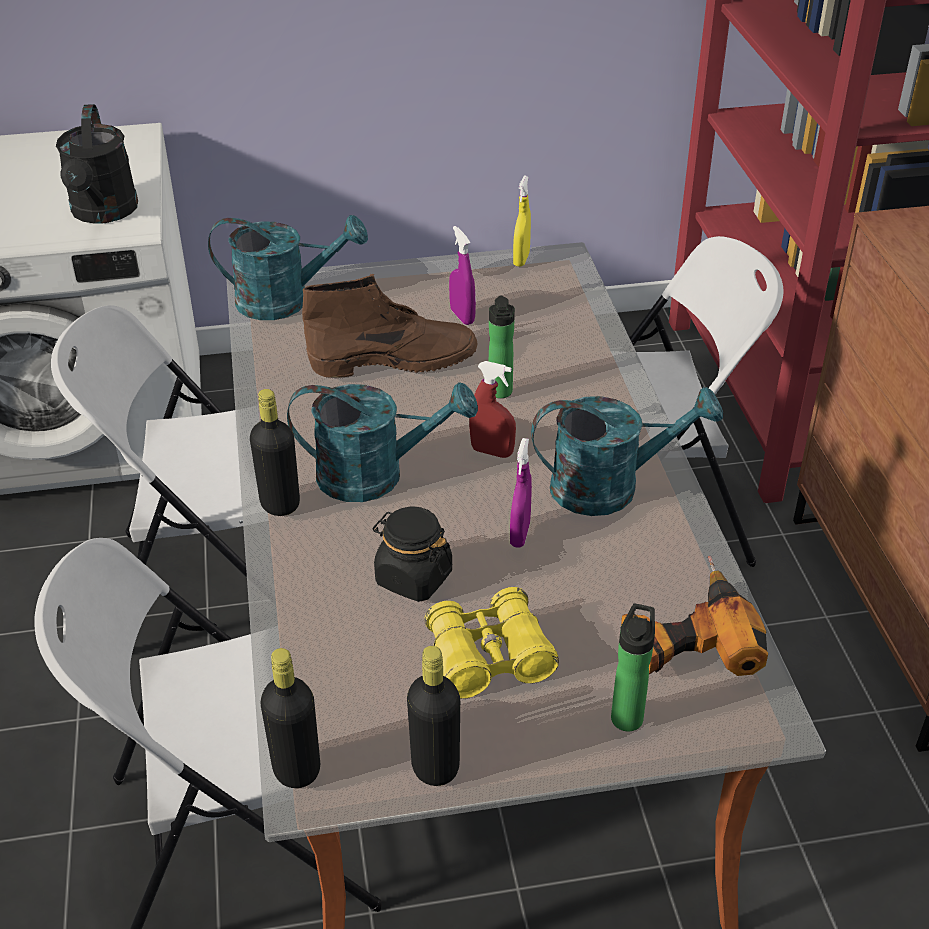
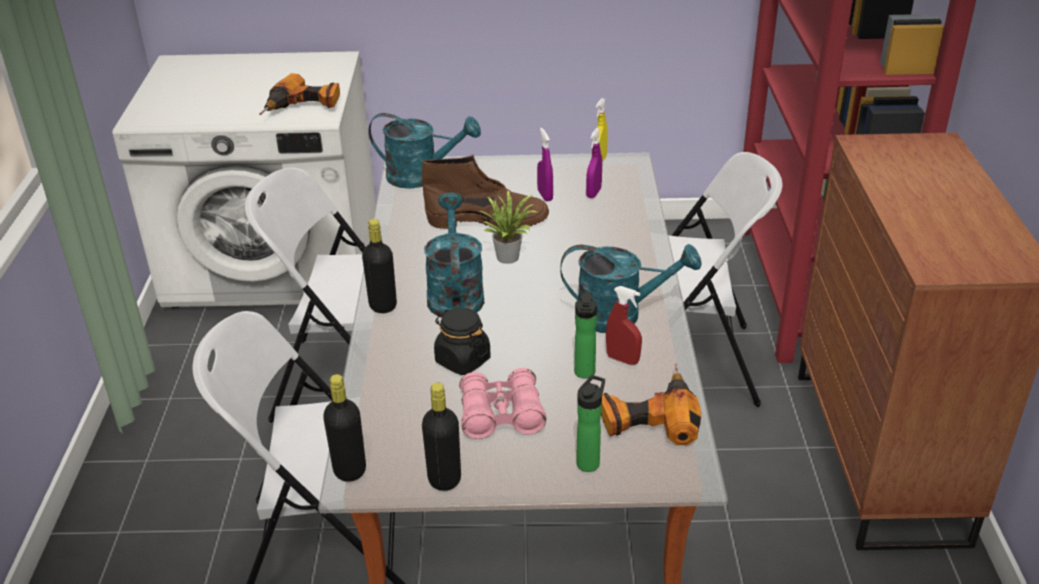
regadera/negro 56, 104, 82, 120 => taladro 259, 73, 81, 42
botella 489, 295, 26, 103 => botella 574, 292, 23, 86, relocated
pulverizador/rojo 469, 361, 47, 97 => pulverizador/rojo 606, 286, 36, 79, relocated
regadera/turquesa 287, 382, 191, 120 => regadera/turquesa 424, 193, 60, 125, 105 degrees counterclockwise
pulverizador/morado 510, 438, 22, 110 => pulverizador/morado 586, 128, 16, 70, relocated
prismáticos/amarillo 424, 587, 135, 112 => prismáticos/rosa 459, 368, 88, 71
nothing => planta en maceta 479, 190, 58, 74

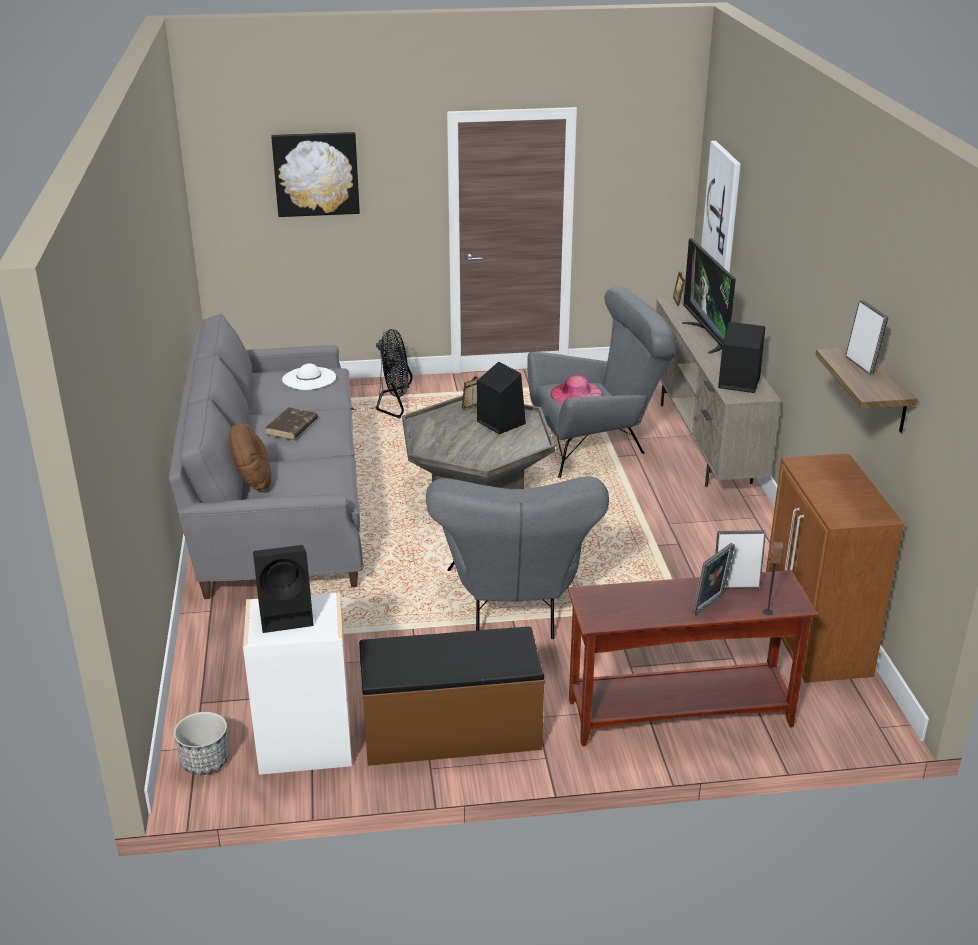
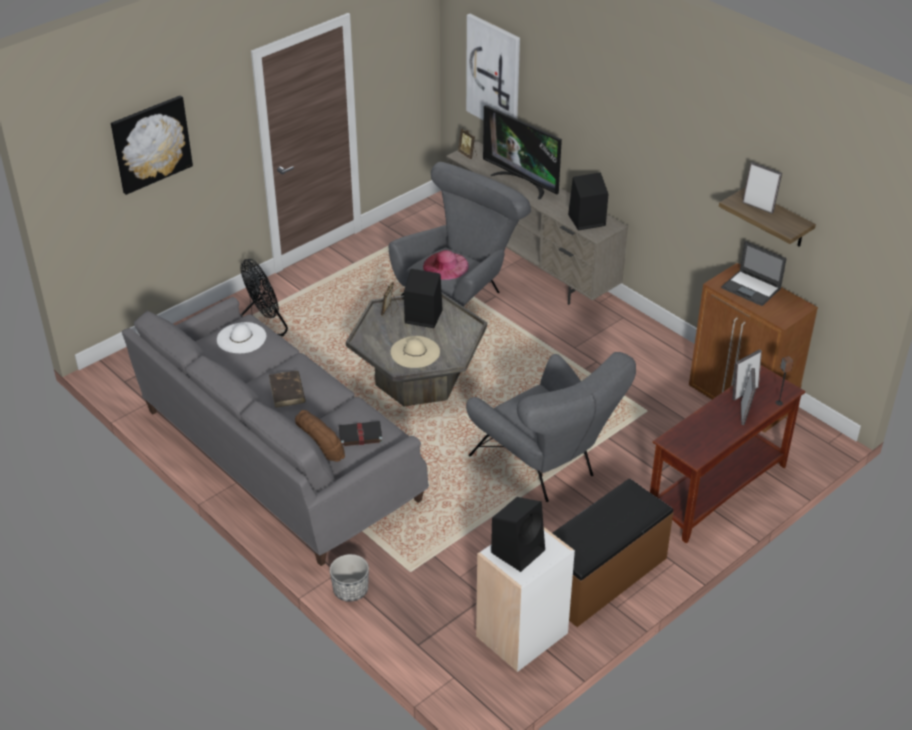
maceta 174, 712, 55, 63 => maceta 330, 554, 39, 48, relocated
nothing => portátil 721, 241, 66, 65
nothing => sombrero/beis 391, 336, 49, 32
nothing => libro/negro 339, 421, 44, 26

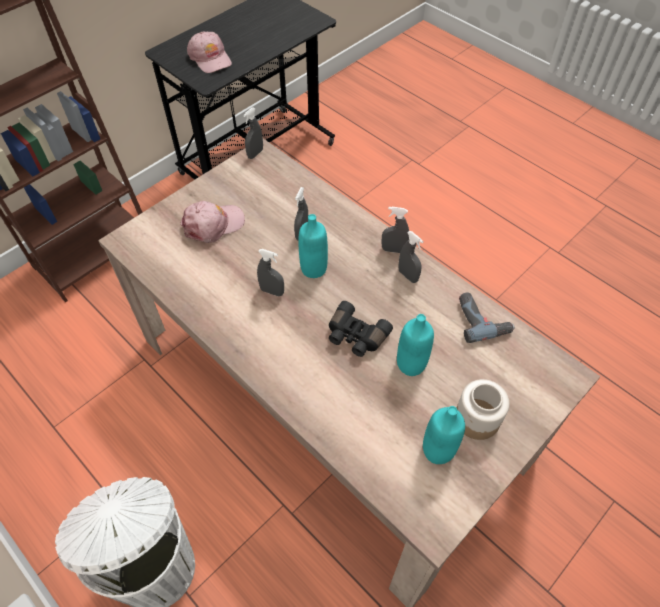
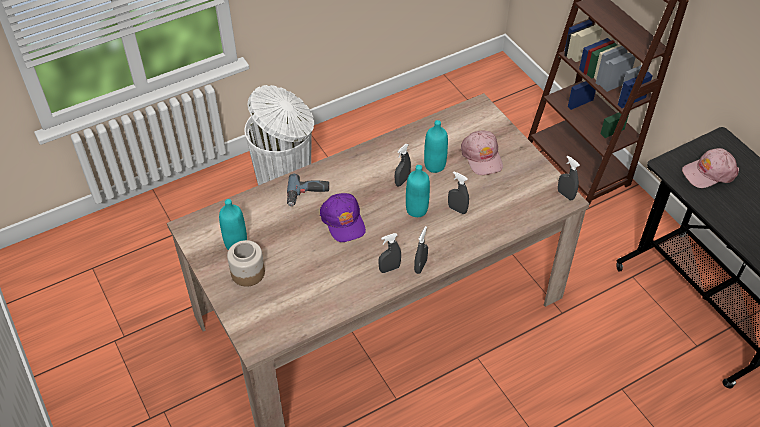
taladro 459, 292, 56, 51 => taladro 287, 174, 42, 32, relocated
prismáticos/negro 329, 301, 64, 56 => gorra/morado 320, 193, 46, 49
botella/turquesa 397, 314, 37, 62 => botella/turquesa 424, 120, 24, 53, relocated

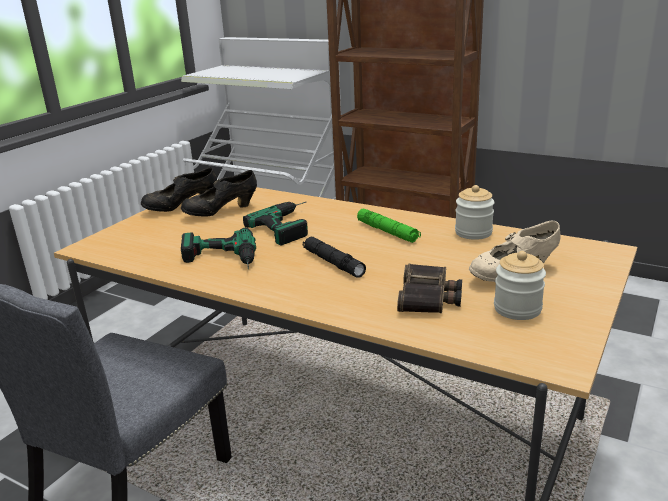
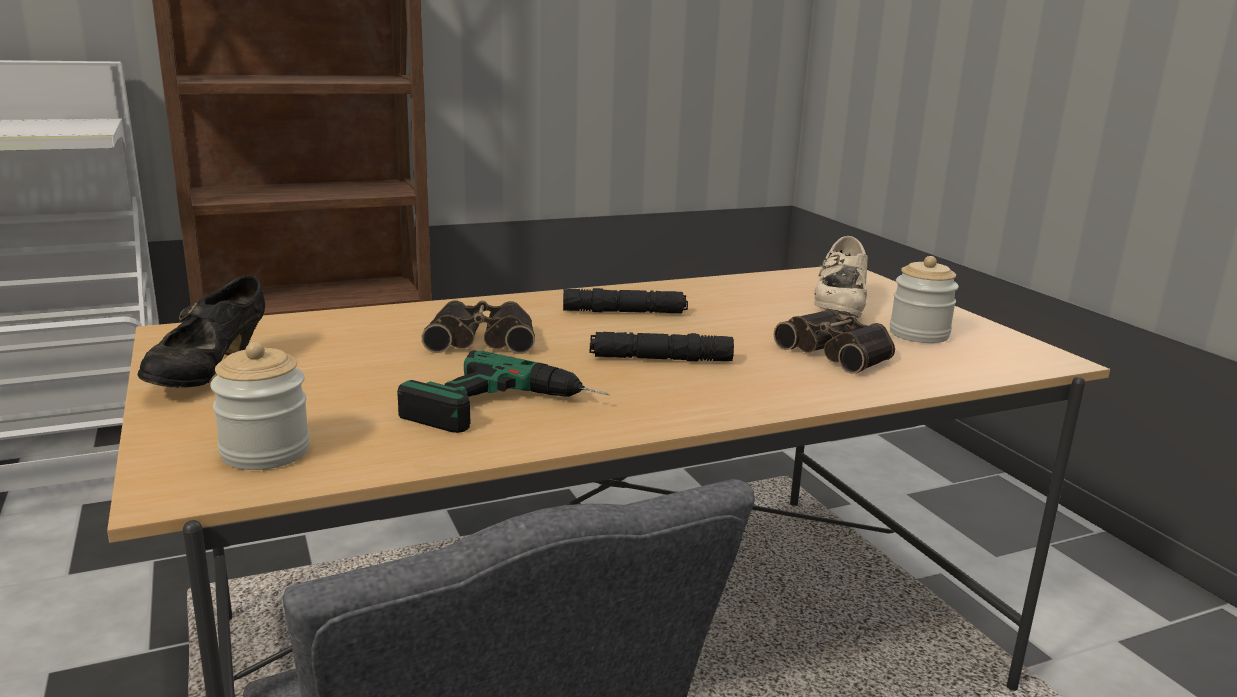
zapato/negro 181, 170, 76, 47 => nothing
tarro 455, 185, 40, 55 => tarro 210, 342, 100, 128, relocated
taladro 243, 202, 65, 43 => prismáticos 422, 300, 113, 54
linterna/verde 357, 208, 64, 35 => linterna/negro 563, 288, 125, 26

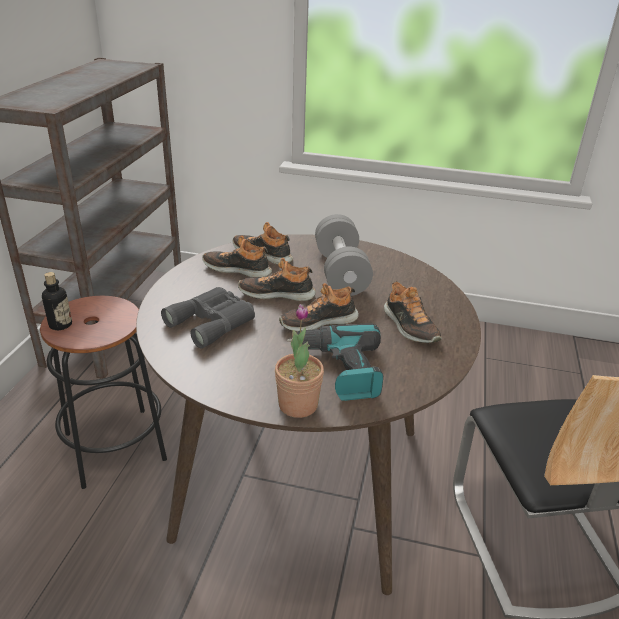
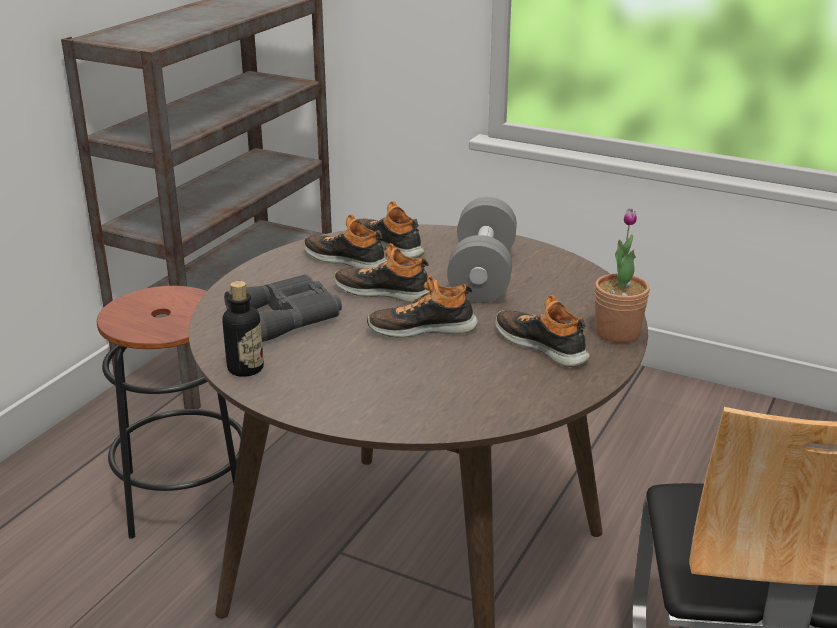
botella 42, 272, 30, 58 => botella 222, 281, 42, 96, relocated
zapato 384, 281, 58, 62 => zapato 496, 295, 94, 72, 150 degrees clockwise
planta en maceta 275, 304, 49, 114 => planta en maceta 595, 208, 55, 135, relocated
taladro 287, 323, 96, 78 => nothing

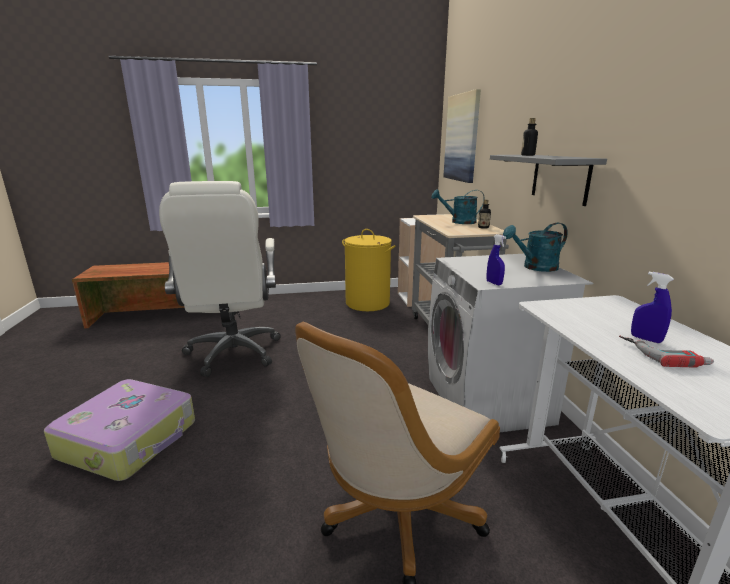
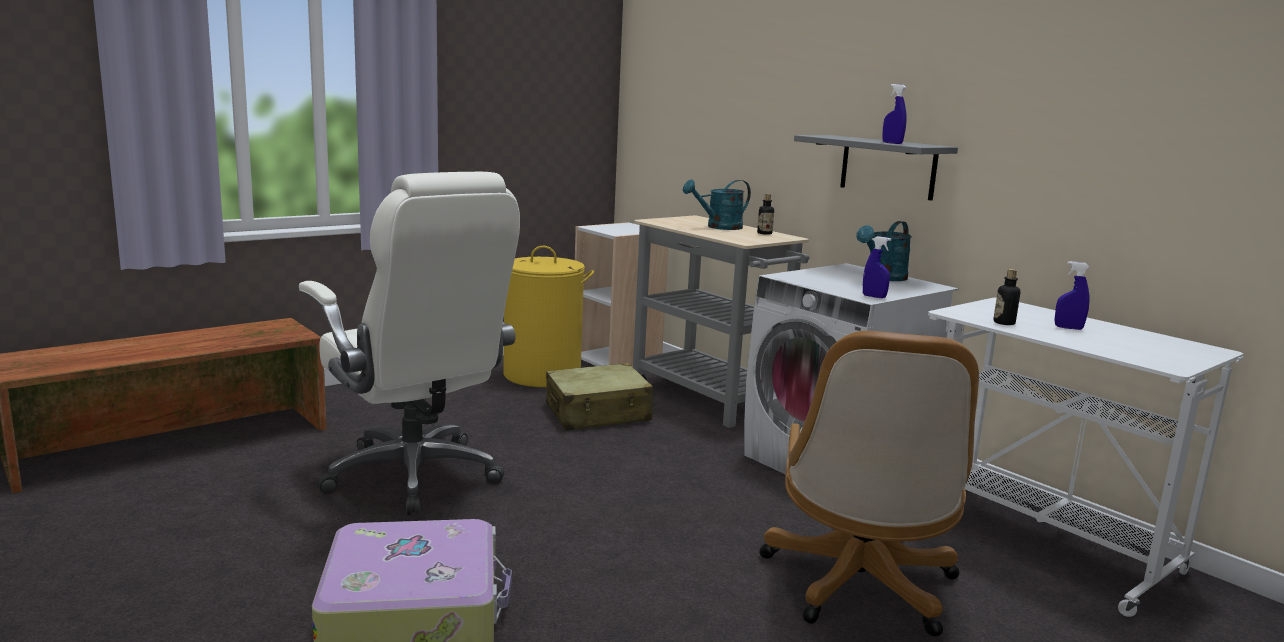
cuadro 443, 89, 38, 94 => nothing
botella 521, 118, 17, 38 => botella 993, 269, 27, 56, relocated
taladro 619, 336, 95, 32 => nothing
nothing => pulverizador/azul 882, 84, 25, 60
nothing => maleta/beis 546, 363, 107, 67

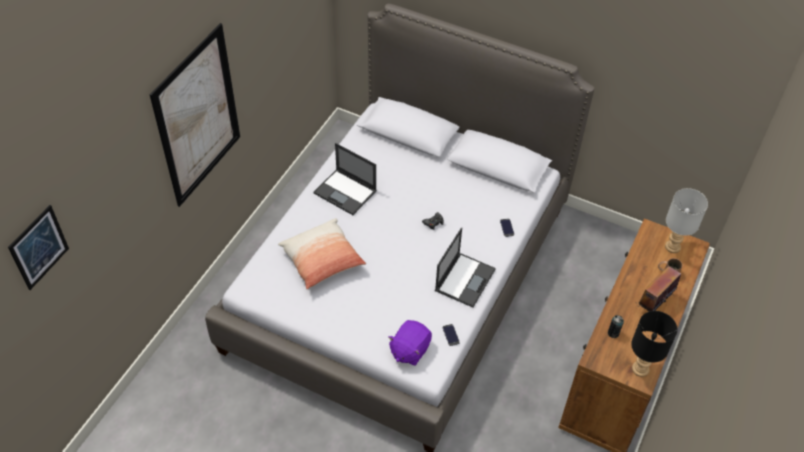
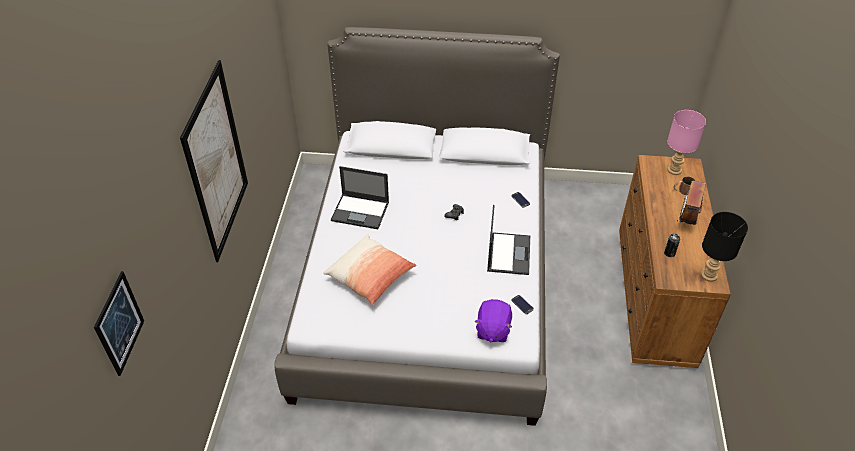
lámpara de mesa/gris 665, 188, 43, 65 => lámpara de mesa/rosa 667, 110, 39, 65

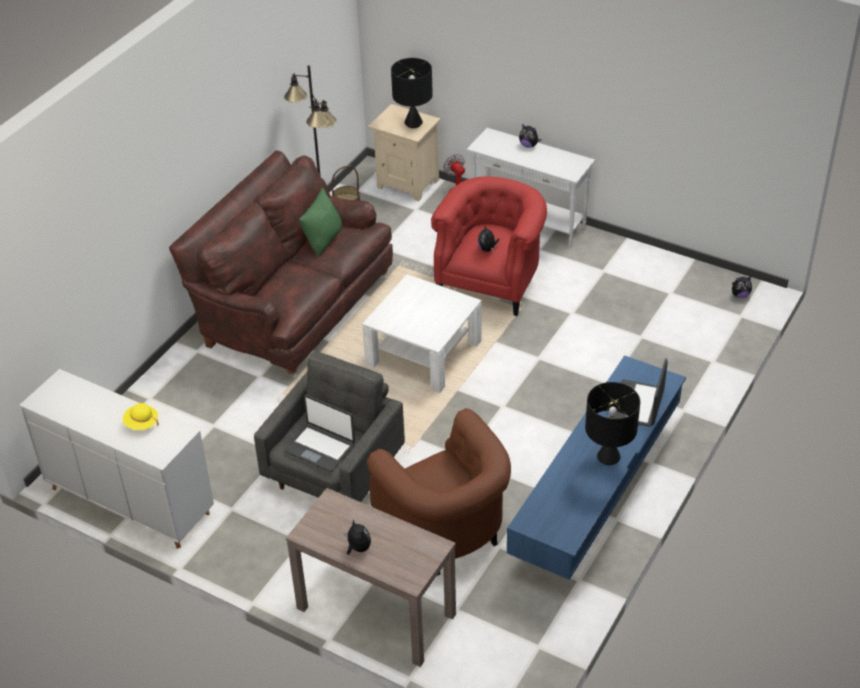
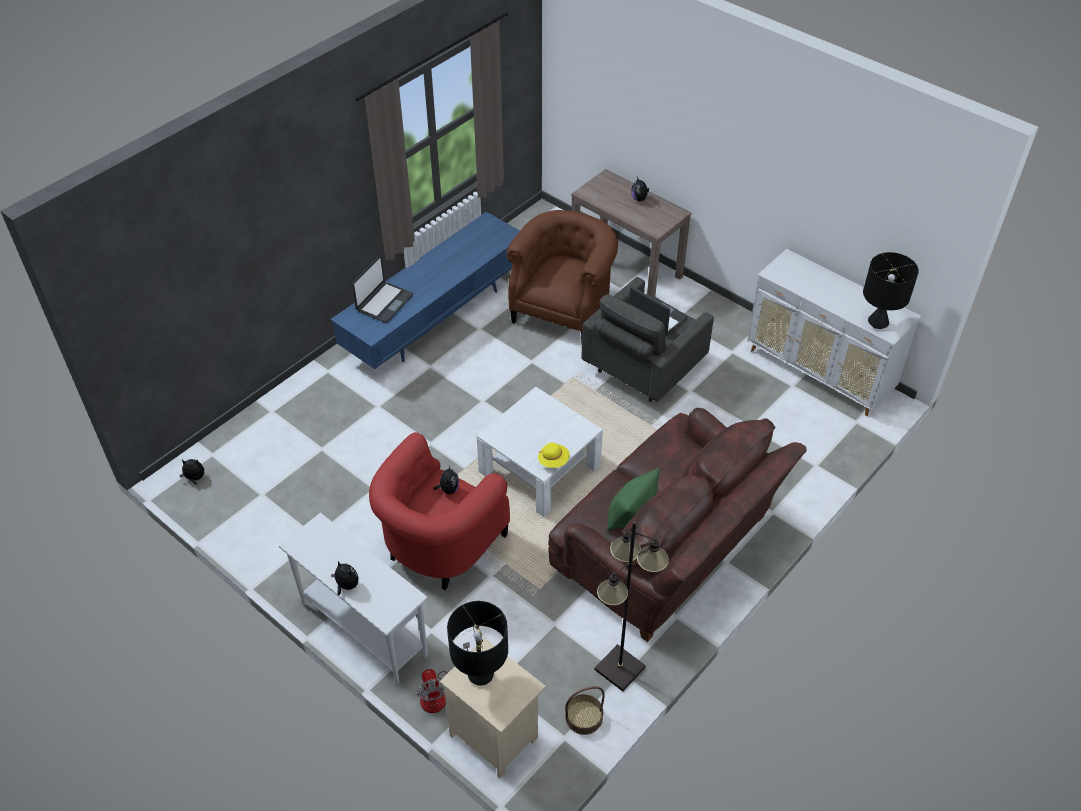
lámpara de mesa/negro 585, 382, 55, 83 => lámpara de mesa/negro 863, 252, 56, 77, relocated
sombrero/amarillo 123, 403, 36, 27 => sombrero/amarillo 538, 443, 32, 25, relocated
sillón/marrón 367, 408, 144, 168 => sillón/marrón 506, 210, 112, 131, 45 degrees clockwise

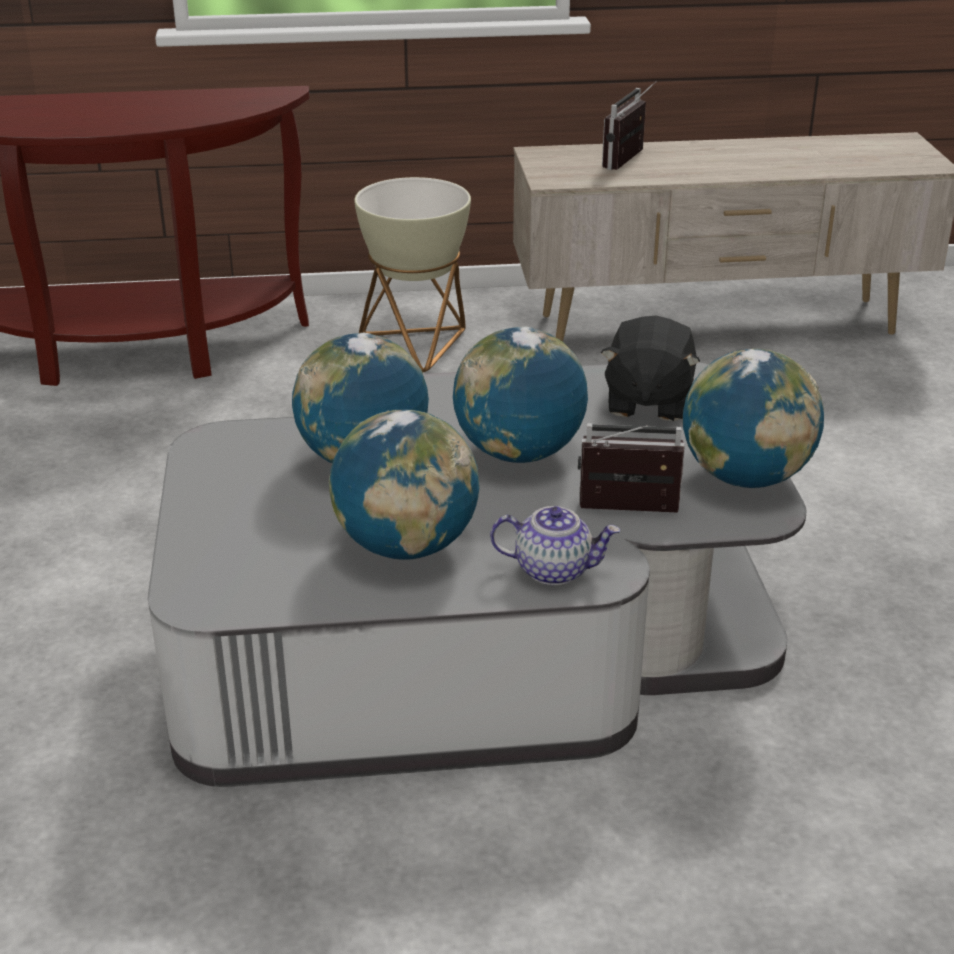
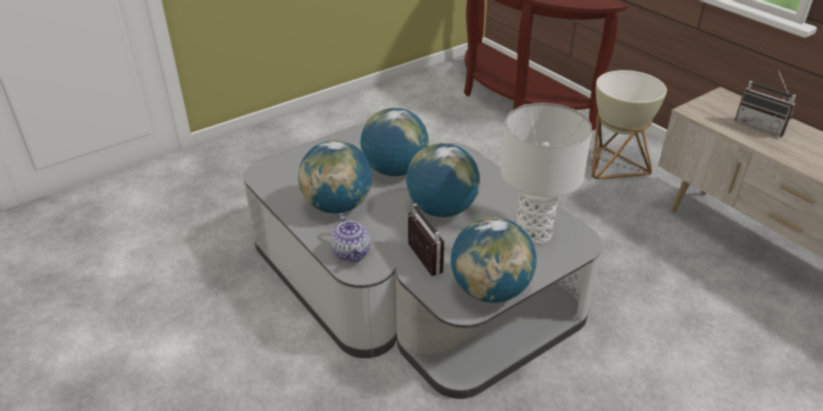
radio 602, 81, 55, 89 => radio 735, 69, 61, 68, 135 degrees counterclockwise
peluche/negro 601, 315, 99, 106 => lámpara de mesa/blanco 500, 103, 92, 142

